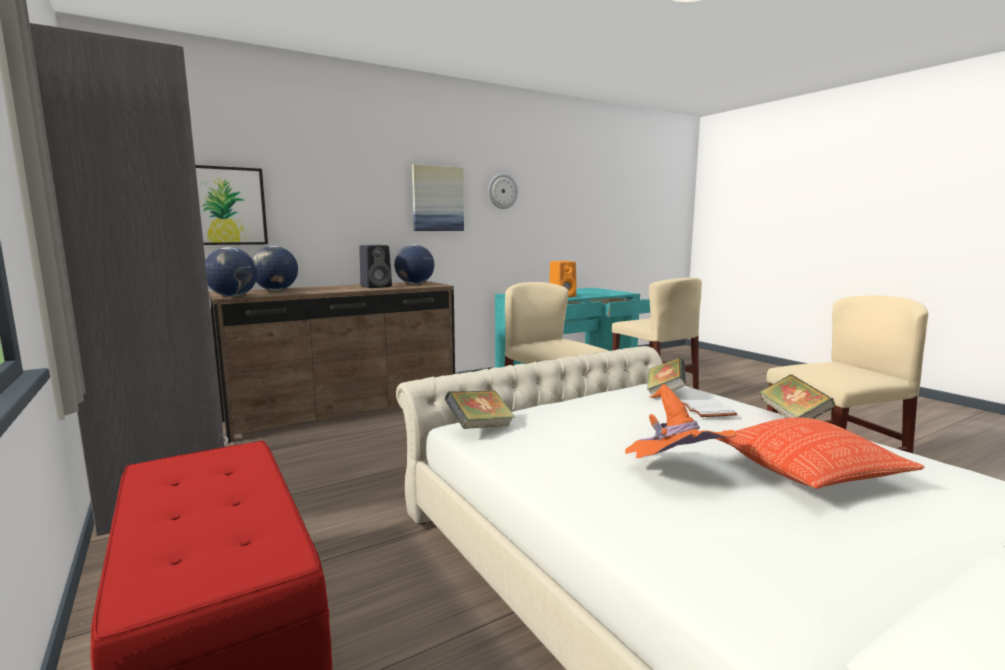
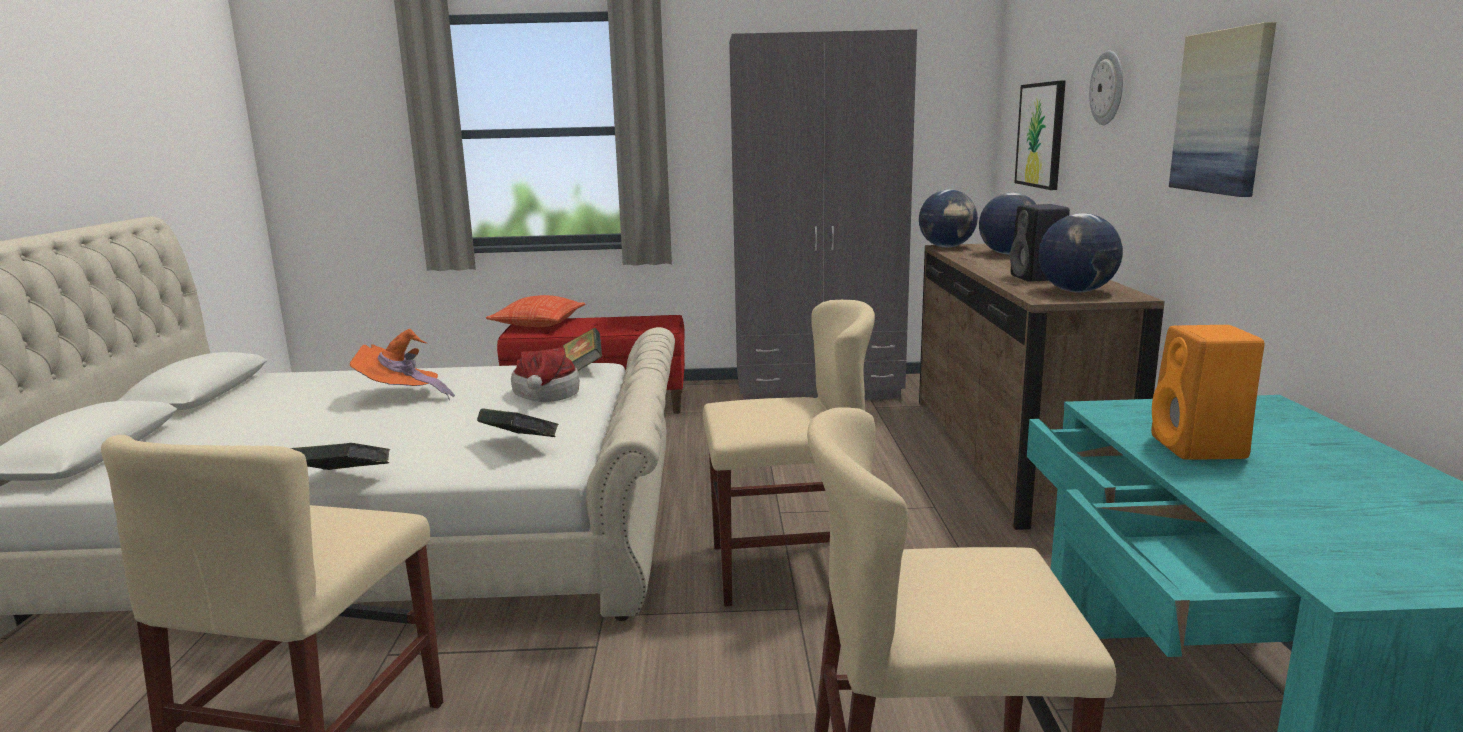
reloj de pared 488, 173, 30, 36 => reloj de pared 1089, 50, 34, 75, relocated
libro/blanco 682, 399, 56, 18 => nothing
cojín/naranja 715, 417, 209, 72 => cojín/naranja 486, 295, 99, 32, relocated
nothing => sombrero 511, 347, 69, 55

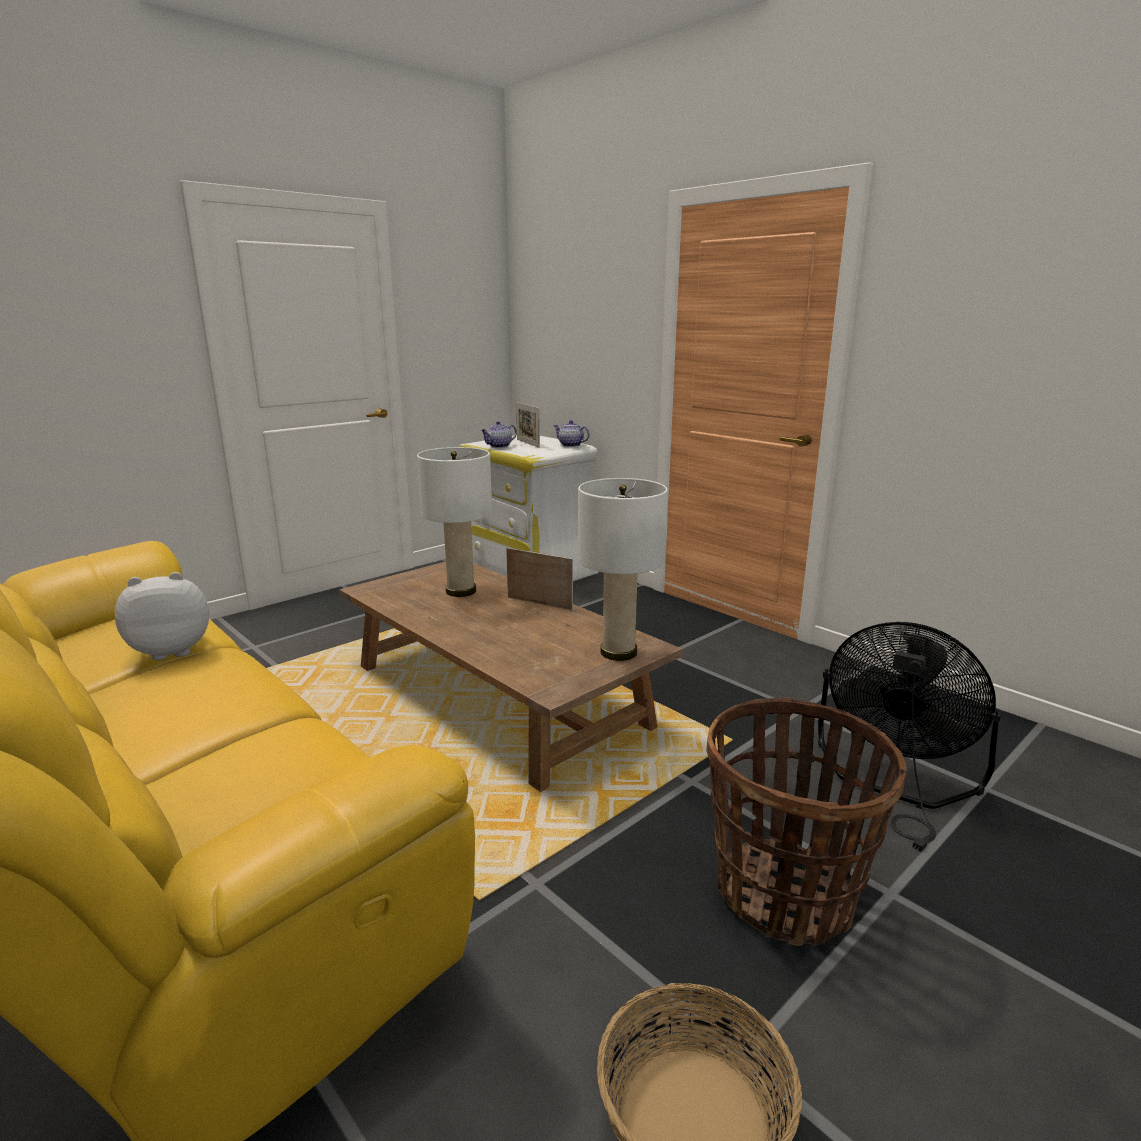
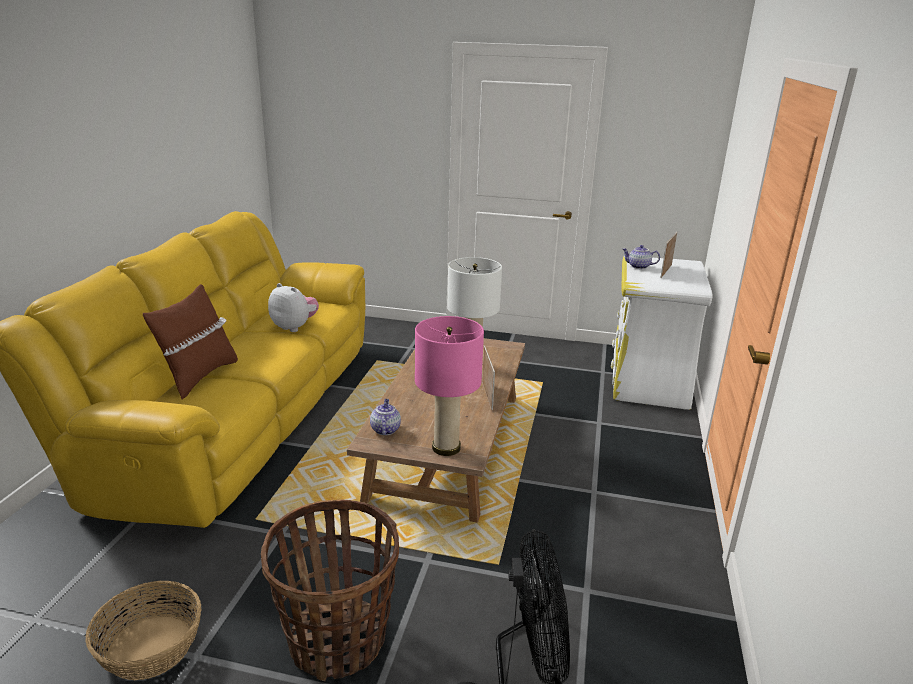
tetera 553, 420, 37, 27 => tetera 370, 399, 31, 36, relocated
lámpara de mesa/blanco 578, 478, 90, 183 => lámpara de mesa/rosa 415, 316, 69, 140
nothing => cojín/marrón 143, 284, 95, 115

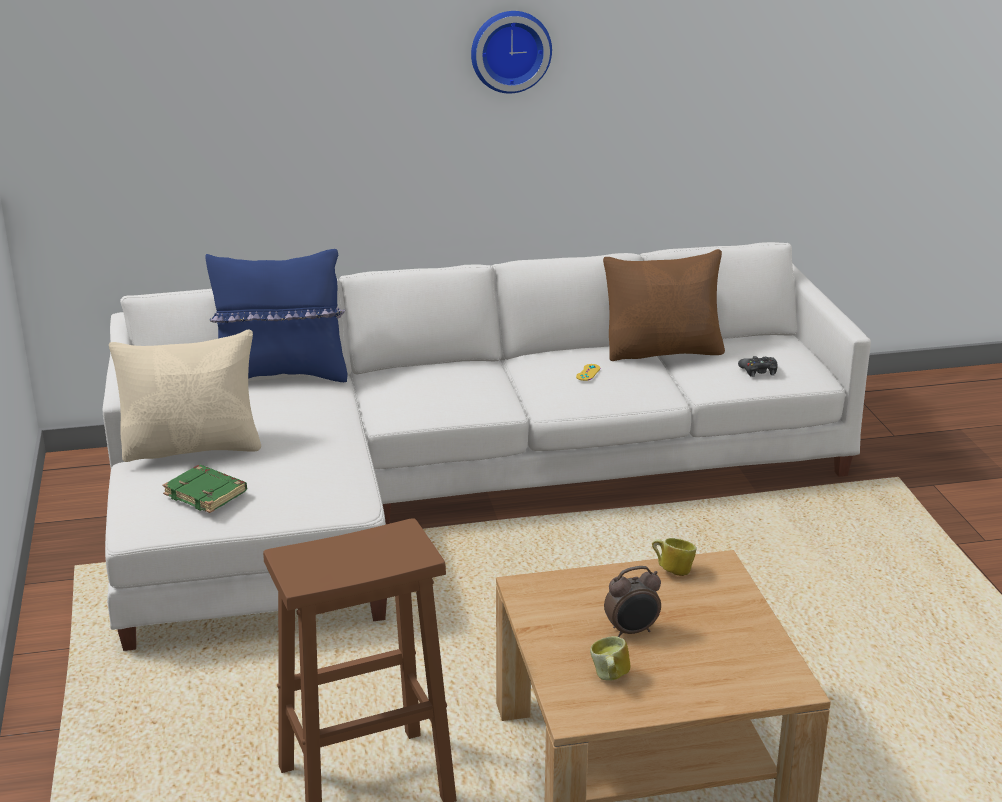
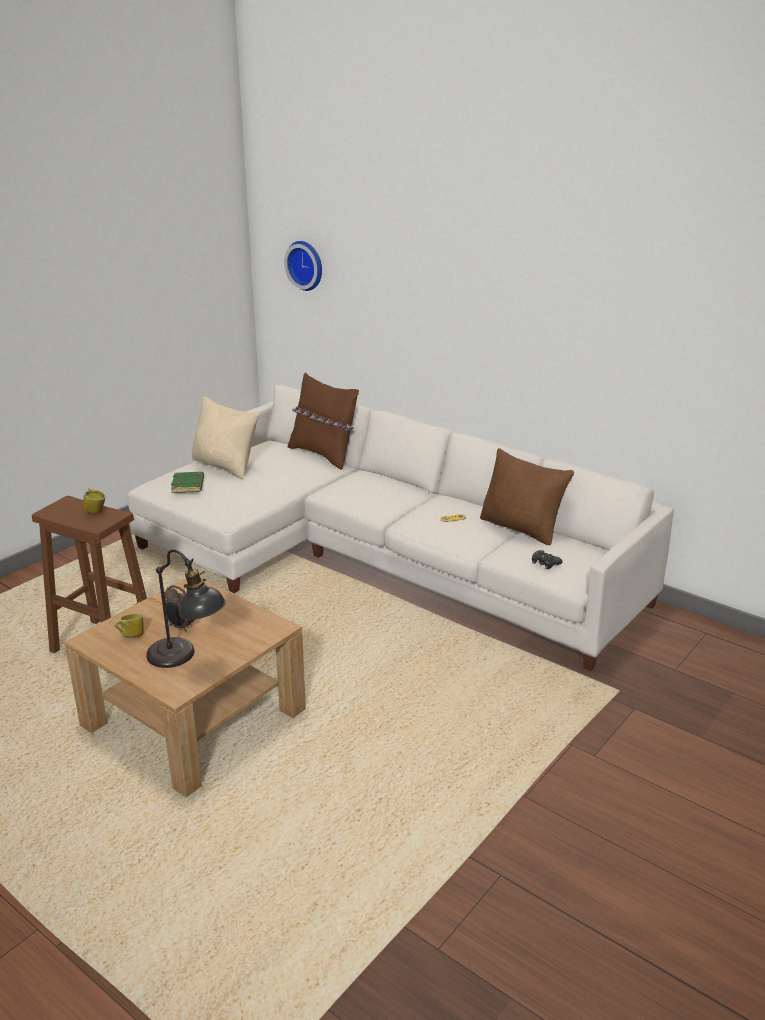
reloj de pared 471, 11, 81, 83 => reloj de pared 284, 241, 38, 50, relocated
cojín/azul 205, 249, 142, 133 => cojín/marrón 288, 372, 71, 98
taza grande 652, 538, 44, 38 => taza grande 83, 488, 22, 26, relocated
nothing => lámpara de mesa/gris 146, 549, 80, 119

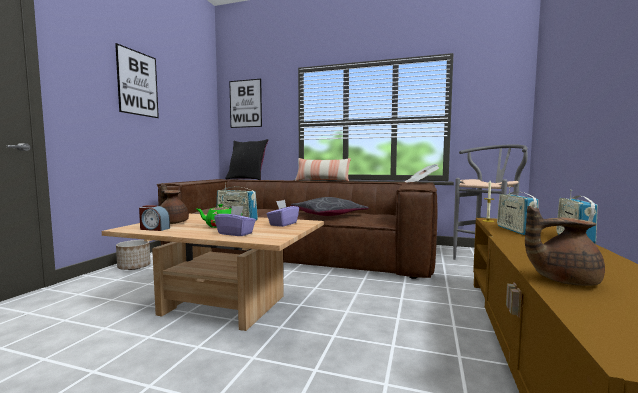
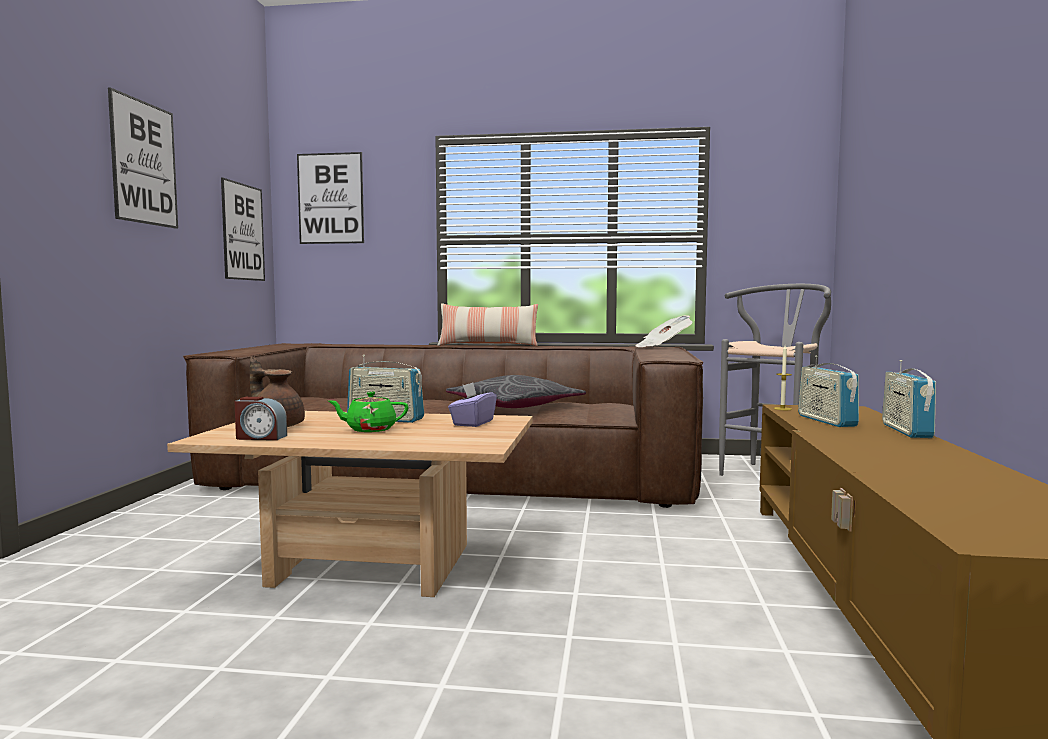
cojín/negro 225, 139, 43, 41 => nothing
caja de pañuelos/morado 214, 206, 42, 30 => nothing
tetera/marrón 525, 206, 80, 80 => nothing
maceta 116, 240, 35, 30 => nothing
nothing => cuadro 221, 178, 44, 103

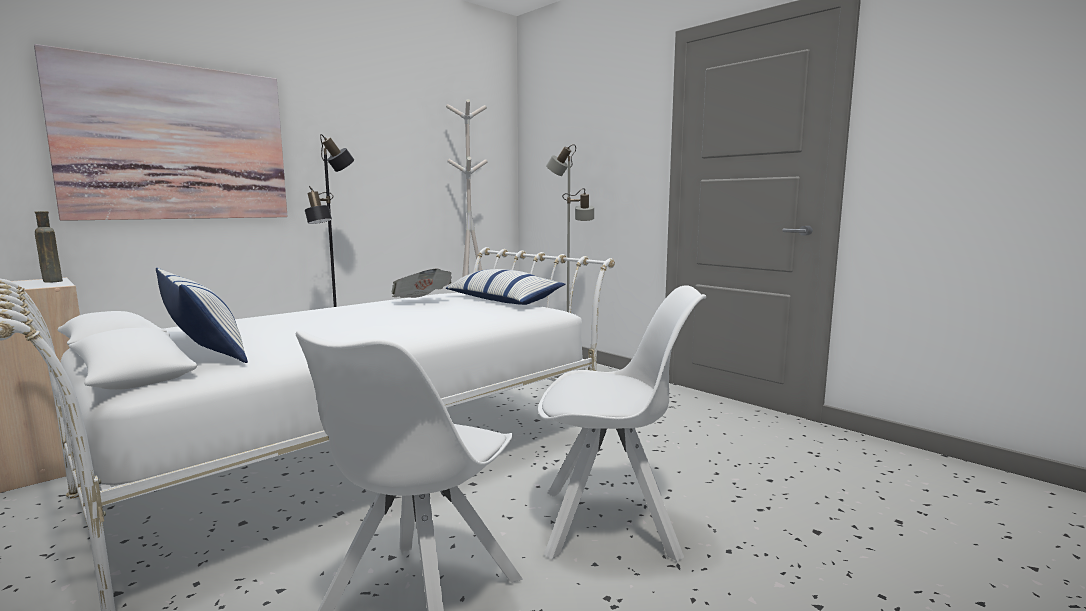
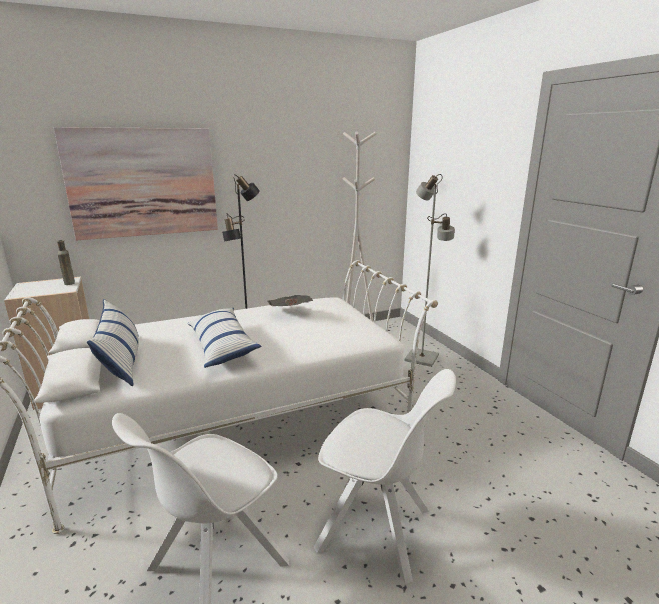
cojín 446, 269, 119, 36 => cojín 187, 308, 75, 60, relocated

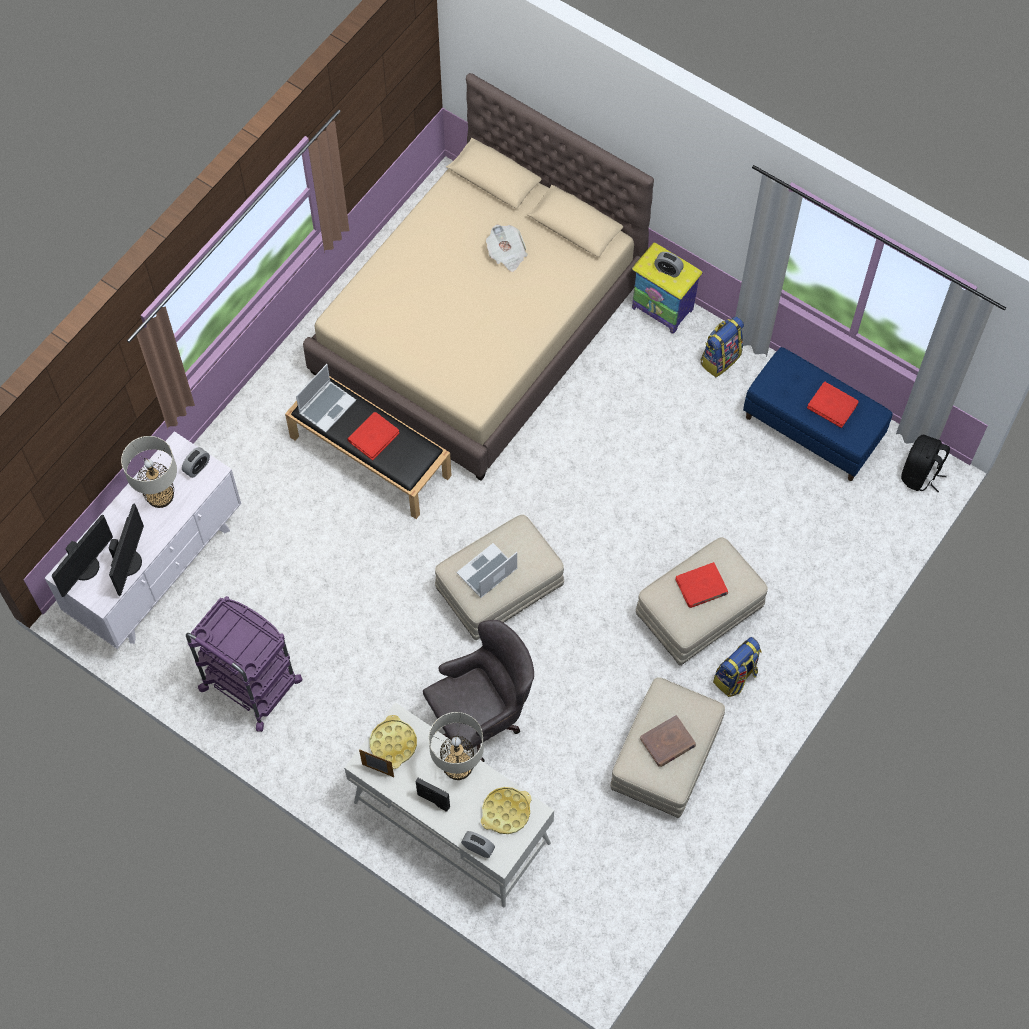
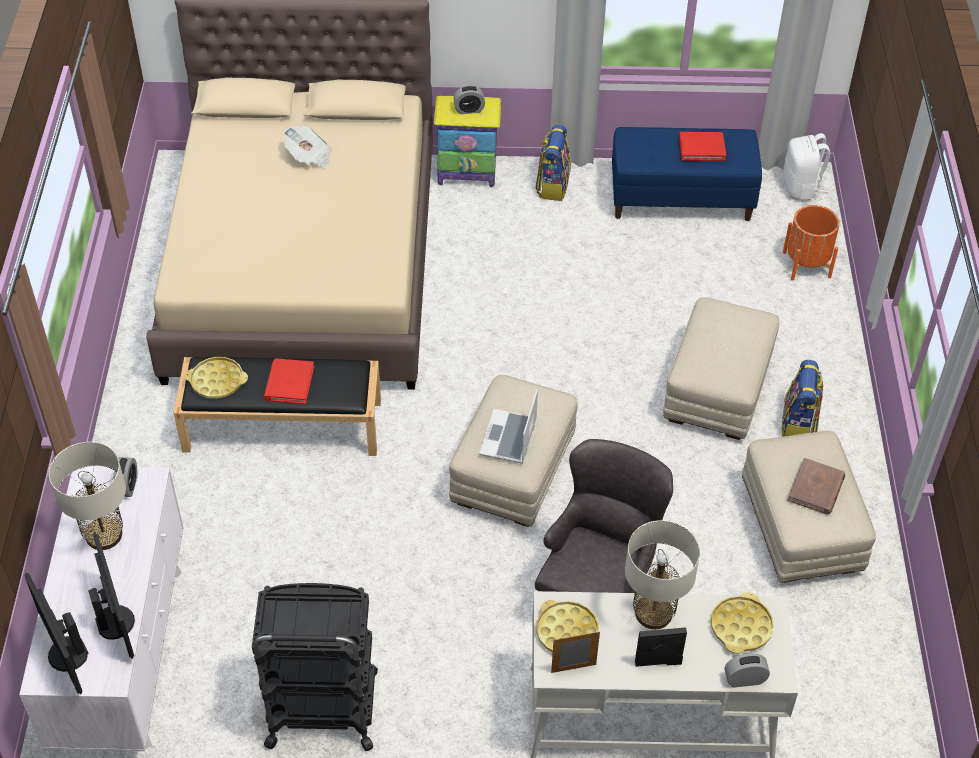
portátil 296, 364, 60, 69 => bandeja/amarillo 185, 357, 63, 42
mochila/negro 901, 435, 49, 57 => mochila/blanco 783, 133, 47, 67
monitor 52, 515, 61, 82 => monitor 24, 573, 65, 122, 150 degrees clockwise
libro/rojo 675, 562, 53, 46 => nothing
carrito/morado 186, 596, 117, 136 => carrito/negro 252, 583, 126, 168
nothing => maceta/naranja 783, 205, 57, 76

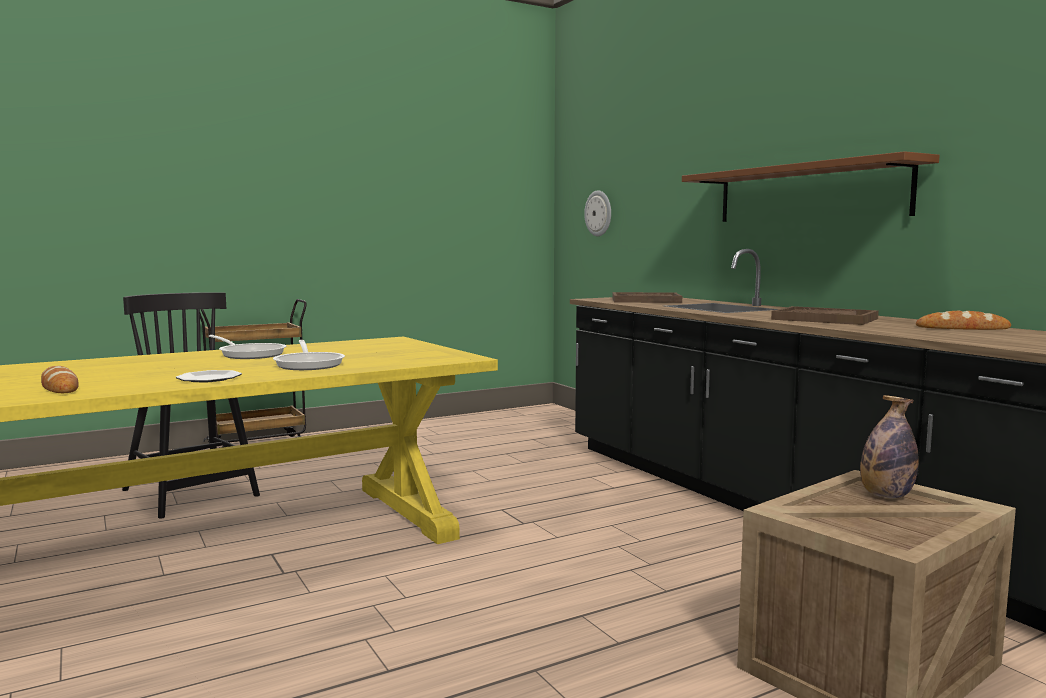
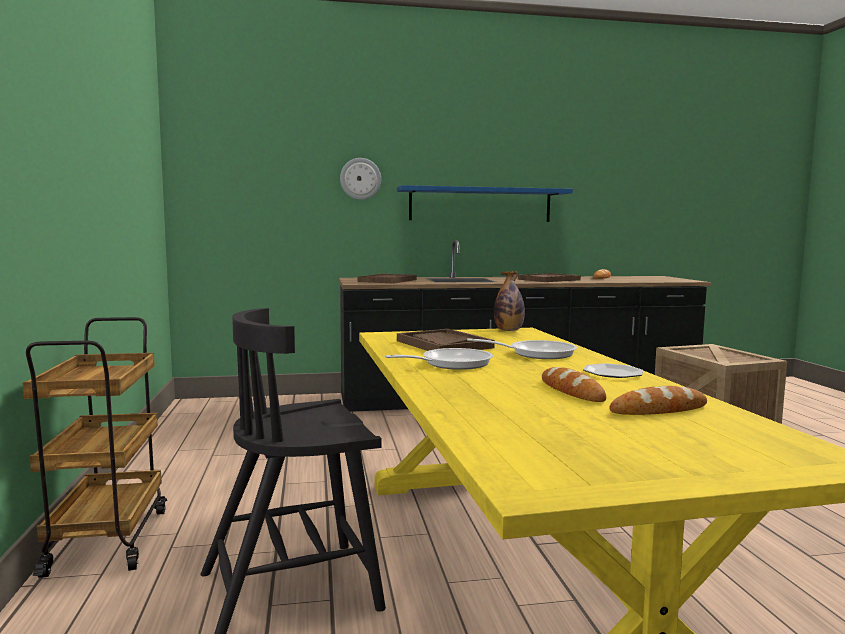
estante/marrón 682, 151, 258, 71 => estante/azul 397, 185, 176, 37
reloj de pared 584, 190, 27, 46 => reloj de pared 340, 158, 41, 42, relocated
botella 860, 395, 59, 103 => botella 494, 271, 31, 60, relocated
nothing => bandeja/marrón 397, 329, 98, 22
nothing => pan 542, 367, 64, 35

